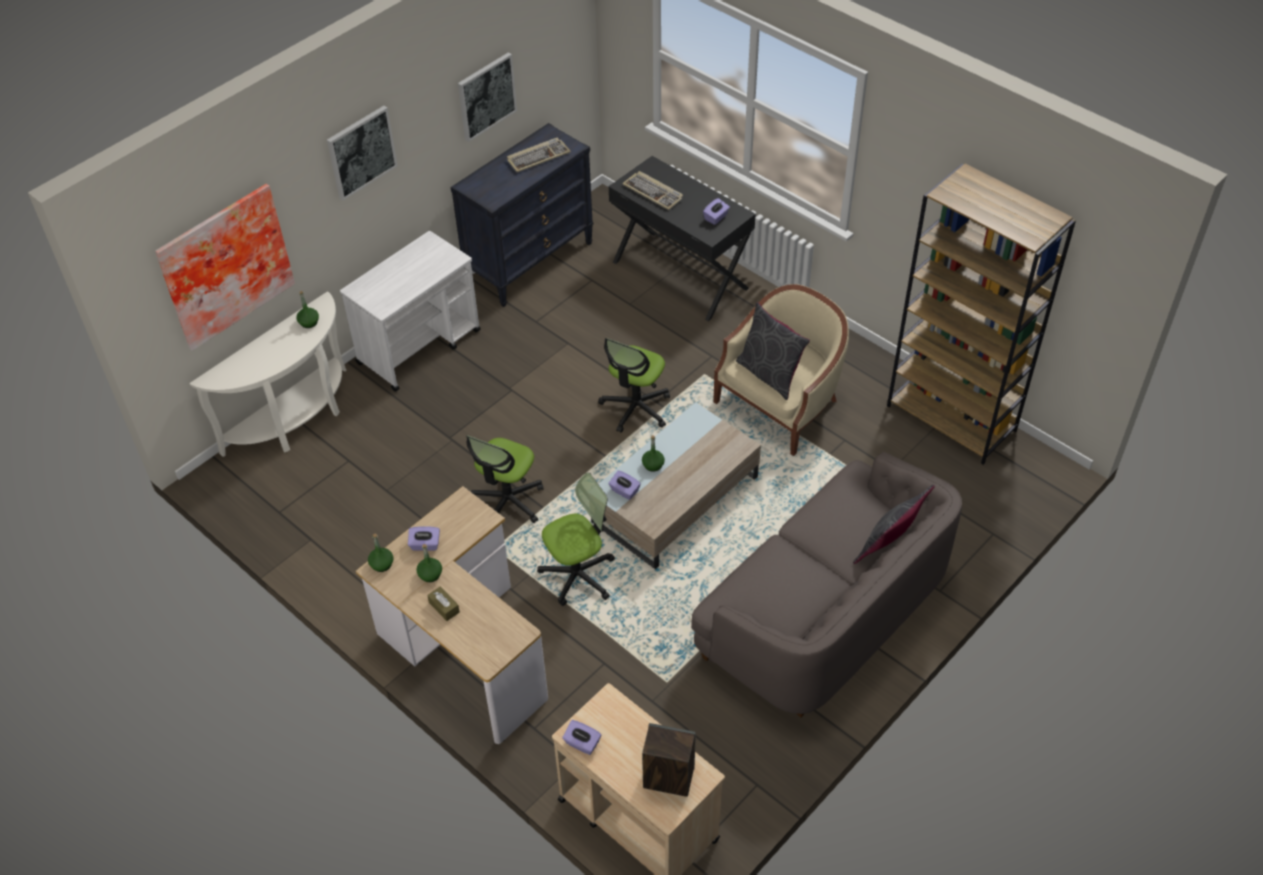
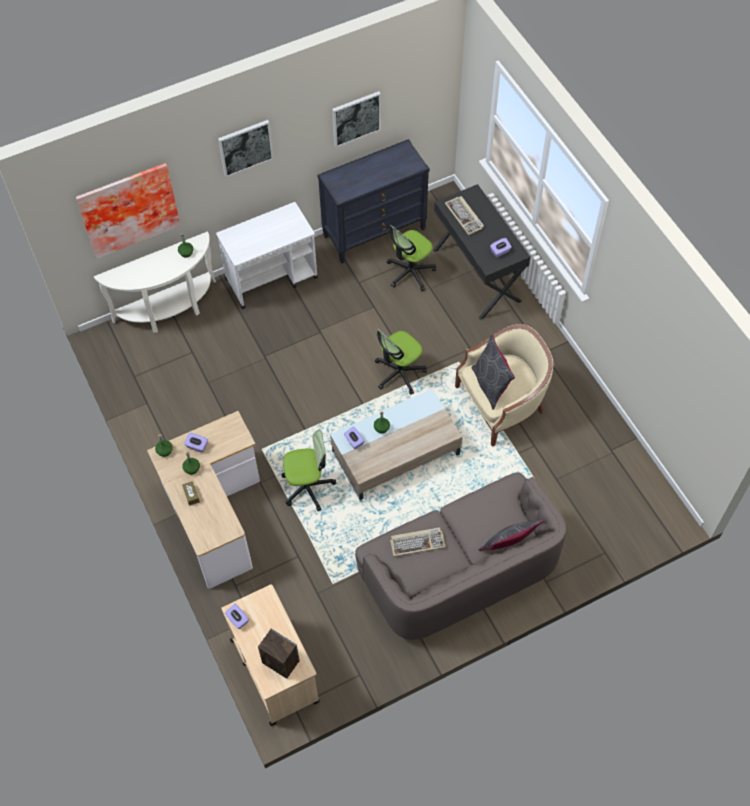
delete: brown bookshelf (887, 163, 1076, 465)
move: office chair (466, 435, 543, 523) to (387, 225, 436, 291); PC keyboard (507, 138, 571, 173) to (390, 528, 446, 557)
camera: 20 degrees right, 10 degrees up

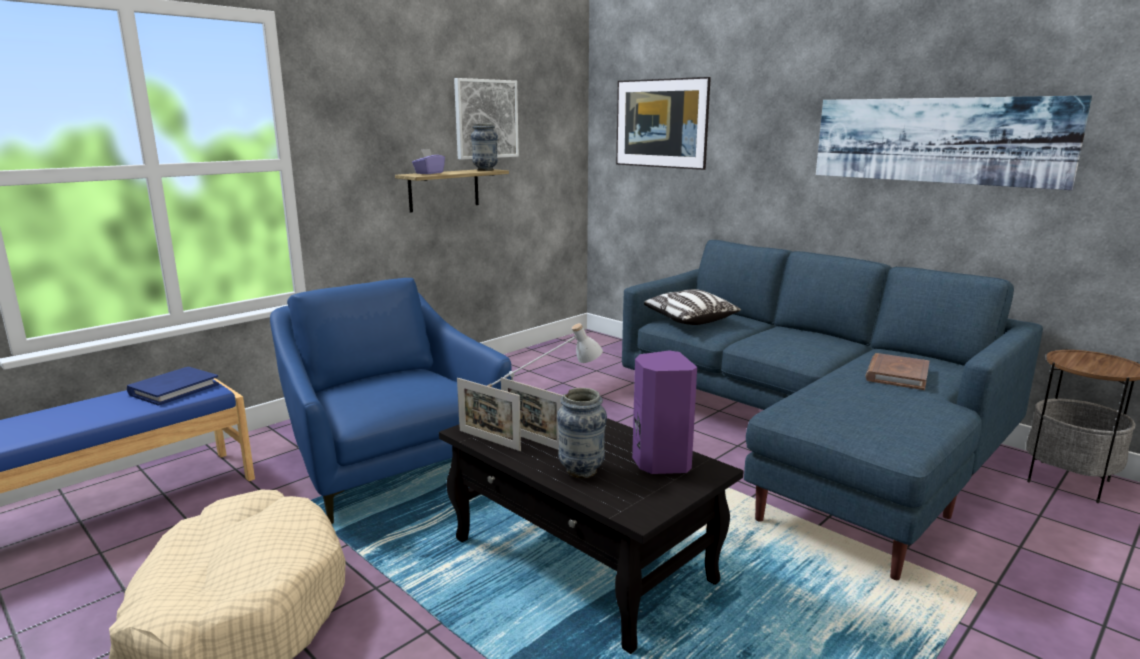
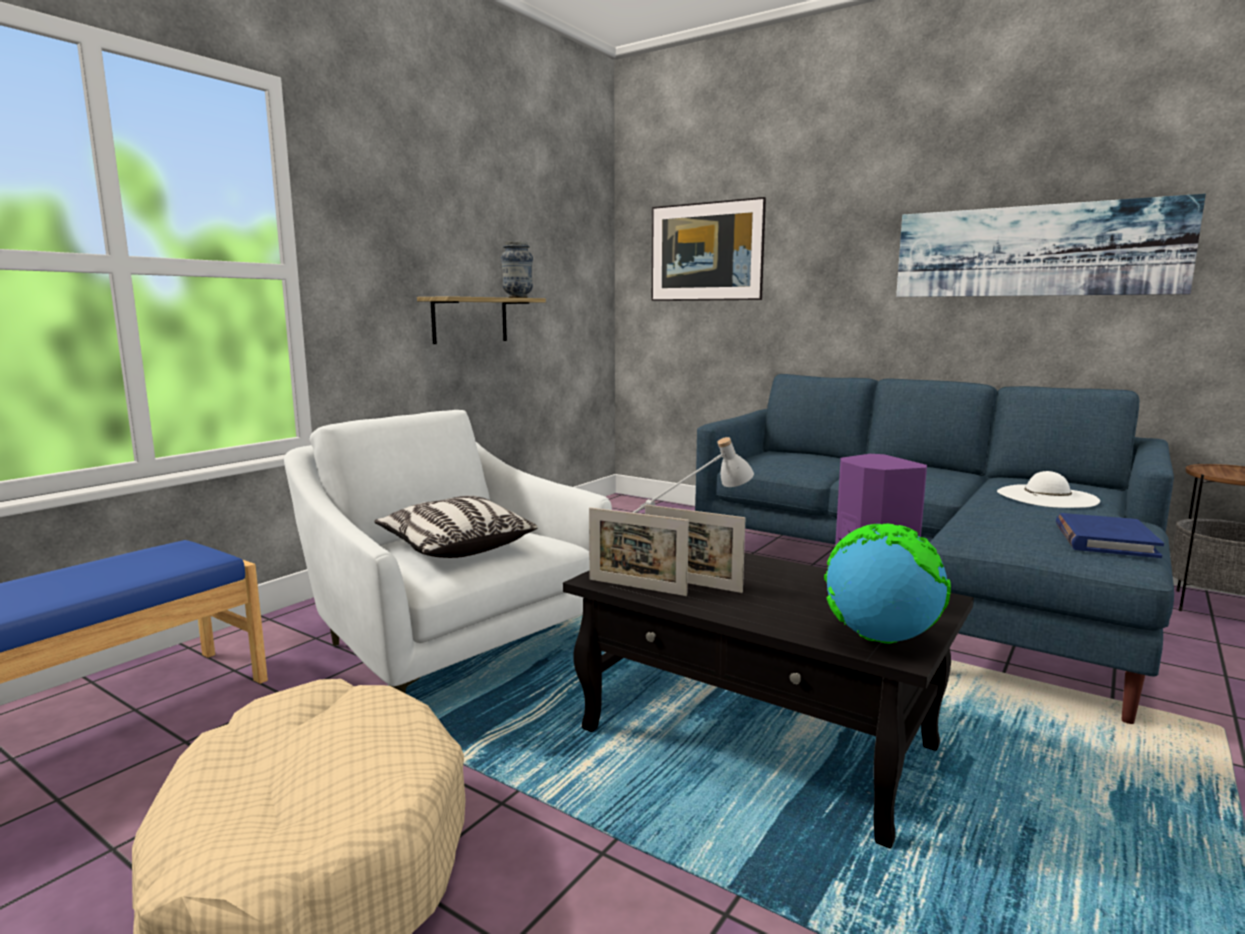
delete: purple tissue holder (412, 149, 445, 174); wall picture (454, 78, 519, 160); vase (557, 388, 607, 478)
insert: globe (824, 523, 951, 644)
move: throw pillow (644, 289, 741, 325) to (374, 496, 538, 558); blue book (127, 367, 219, 406) to (1056, 513, 1164, 558)
replace: brown book (865, 353, 929, 390) to white-coloured wearable hat (997, 471, 1100, 508)
recolor: blue easy chair (270, 278, 512, 524) to white-coloured easy chair (284, 410, 612, 694)
camera: 10 degrees left, 5 degrees down

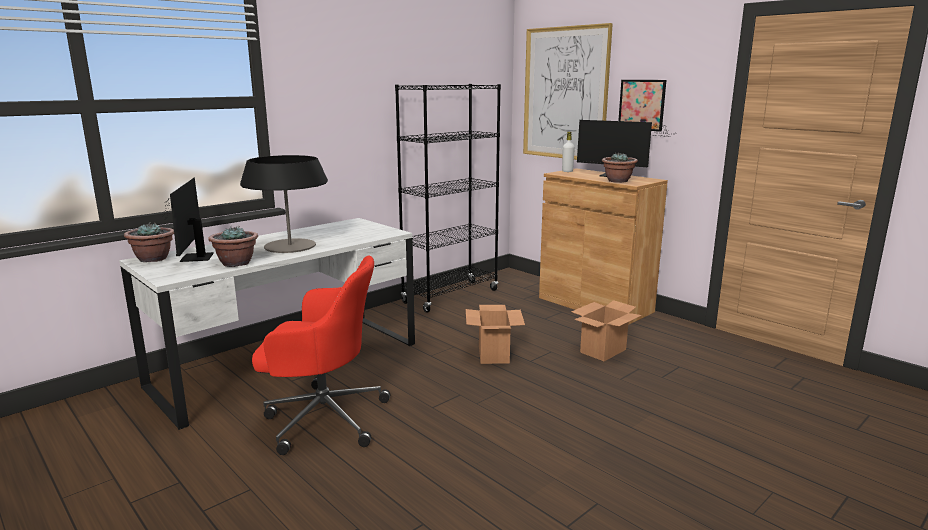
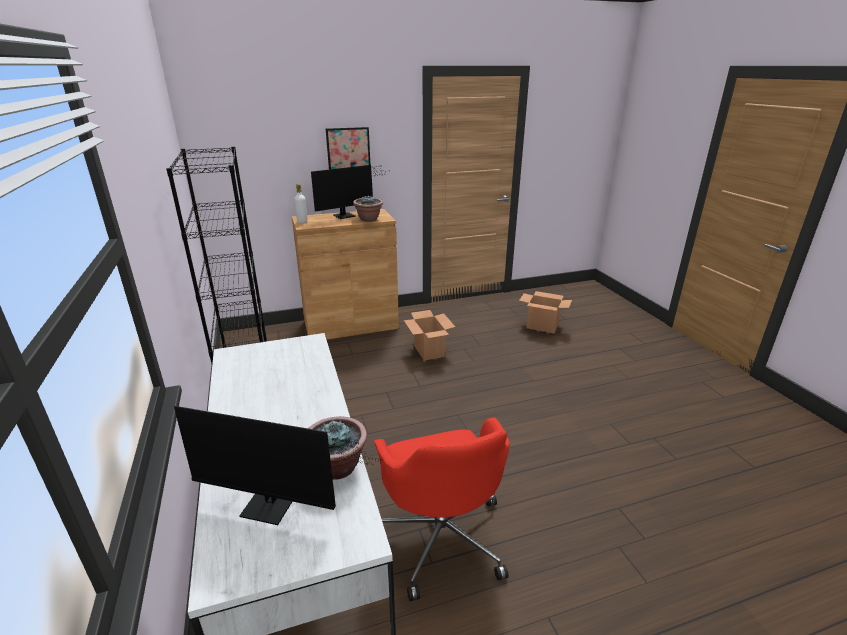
delete: houseplant (124, 223, 174, 262); lamp for a table (240, 155, 328, 253); wall picture (523, 23, 613, 160)
move: packing box (466, 305, 525, 364) to (519, 291, 572, 333)
rotate: red office chair (252, 256, 390, 455) = (374, 418, 510, 602) 135 degrees clockwise
camera: 65 degrees left, 10 degrees up

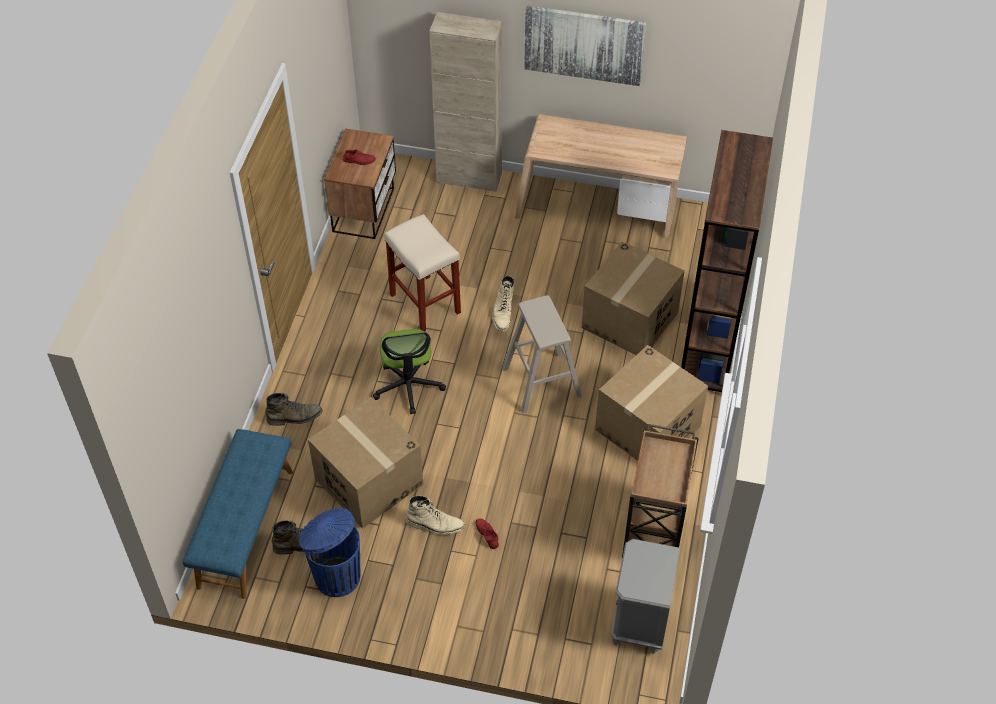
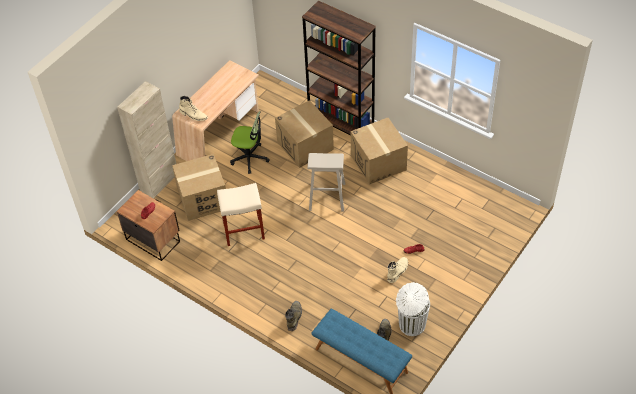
delete: wall picture (524, 5, 646, 86); gray nightstand (611, 539, 680, 653); brown trolley (622, 424, 699, 557)
move: packing box (308, 397, 423, 529) to (172, 154, 226, 221); beige-coloured high-top boot (492, 276, 514, 331) to (179, 96, 208, 121); office chair (373, 329, 446, 414) to (230, 111, 270, 174)
recolor: blue rubbish bin (299, 508, 360, 597) to white-coloured rubbish bin (396, 282, 430, 336)
camera: 65 degrees left, 0 degrees up

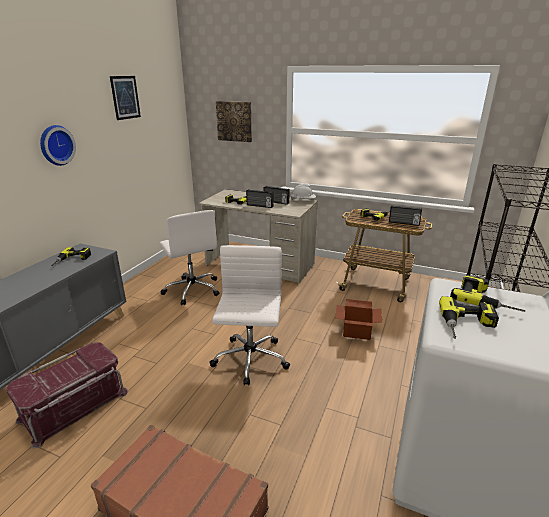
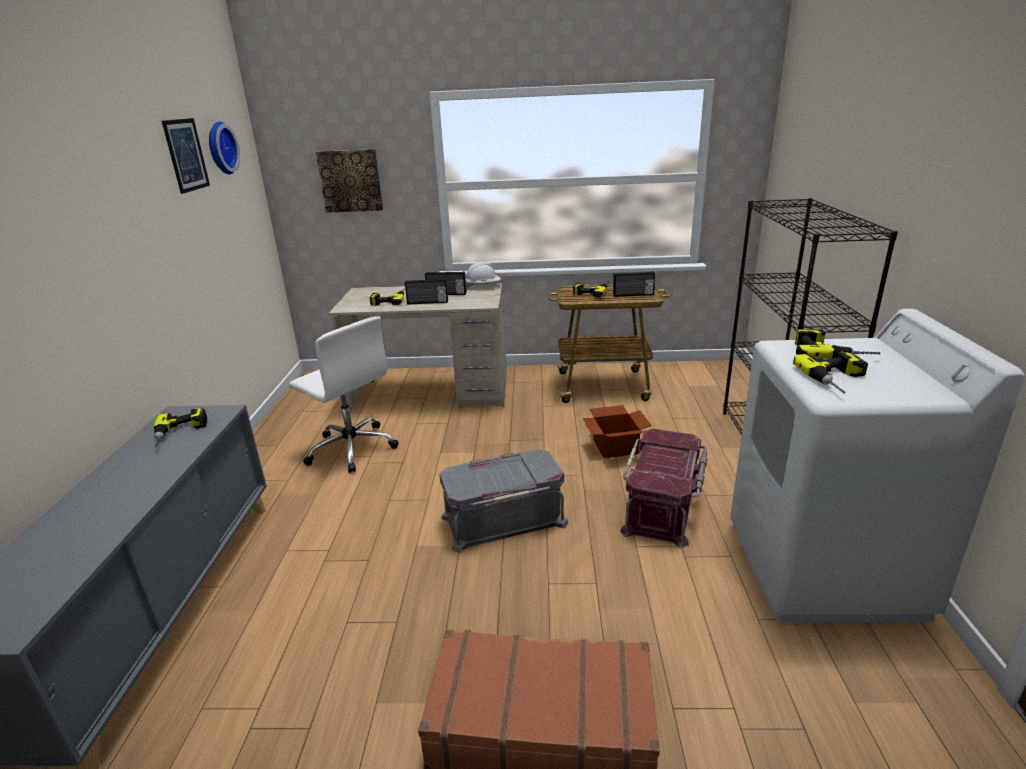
move: clock on the wall (40, 125, 76, 166) to (209, 121, 240, 174); red storage container (6, 342, 128, 448) to (620, 429, 707, 548)
replace: white-coloured office chair (209, 245, 290, 385) to gray storage container (439, 449, 568, 553)
camera: 20 degrees left, 0 degrees up

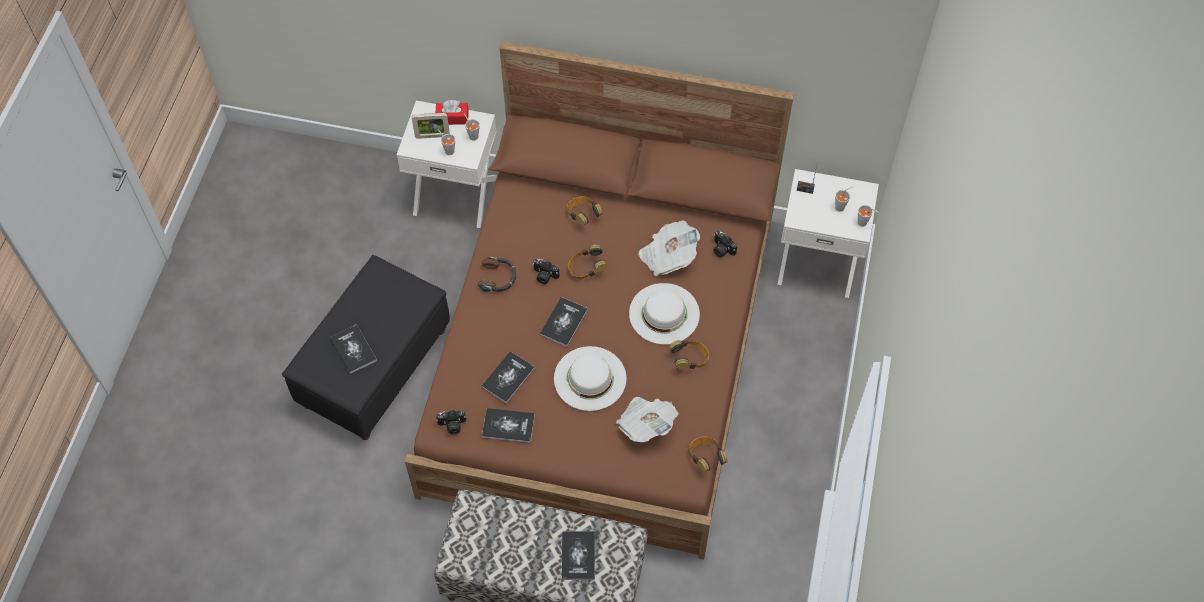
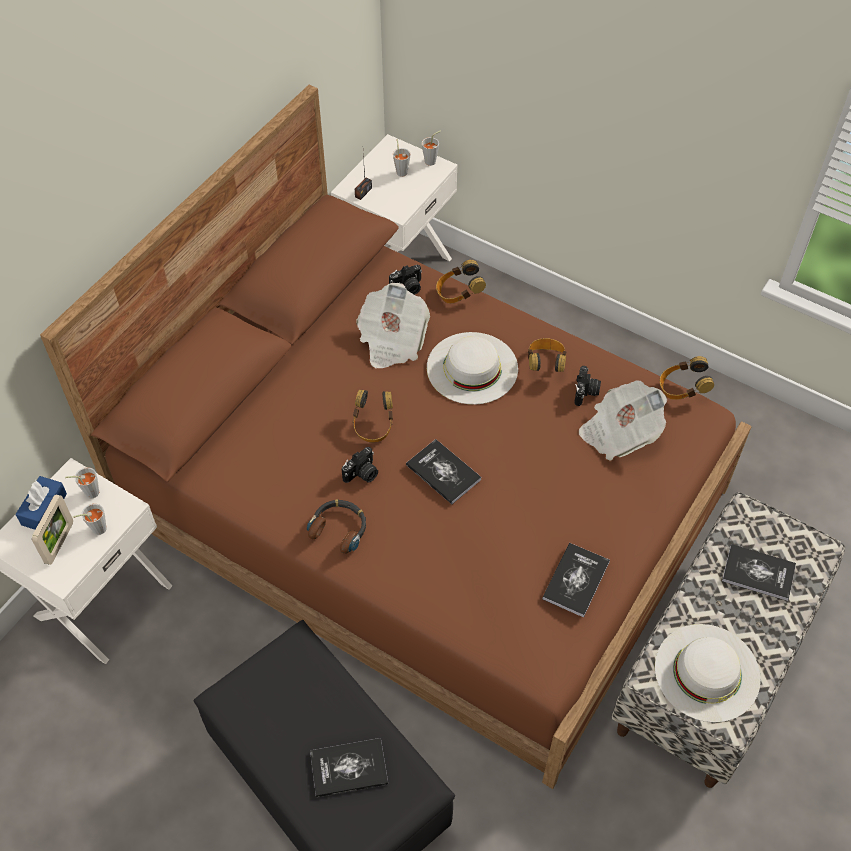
delete: book (481, 351, 535, 403)
move: headphones (567, 197, 603, 226) to (436, 260, 486, 303); still camera (436, 410, 466, 434) to (574, 366, 601, 406); white-coloured wearable hat (554, 346, 626, 411) to (655, 624, 761, 723)
recolor: red tissue holder (436, 100, 469, 125) to blue tissue holder (15, 476, 67, 530)
camera: 70 degrees left, 5 degrees down

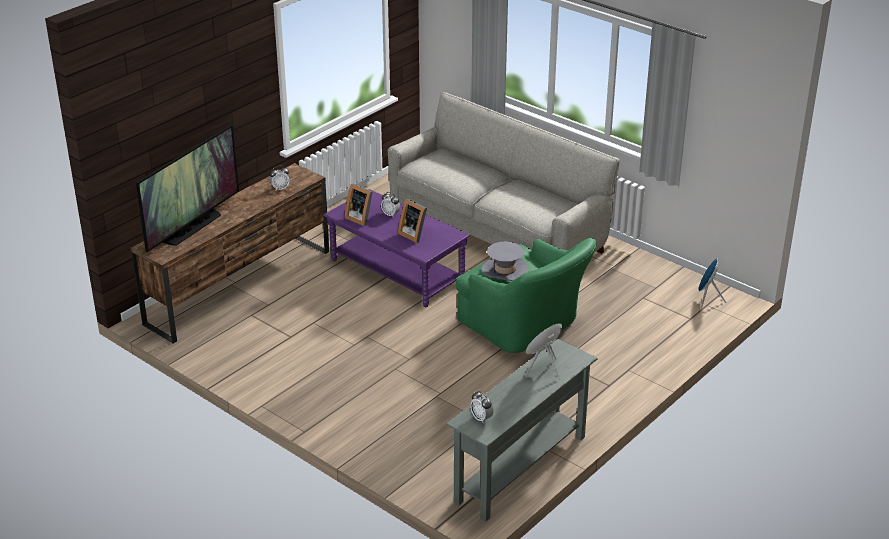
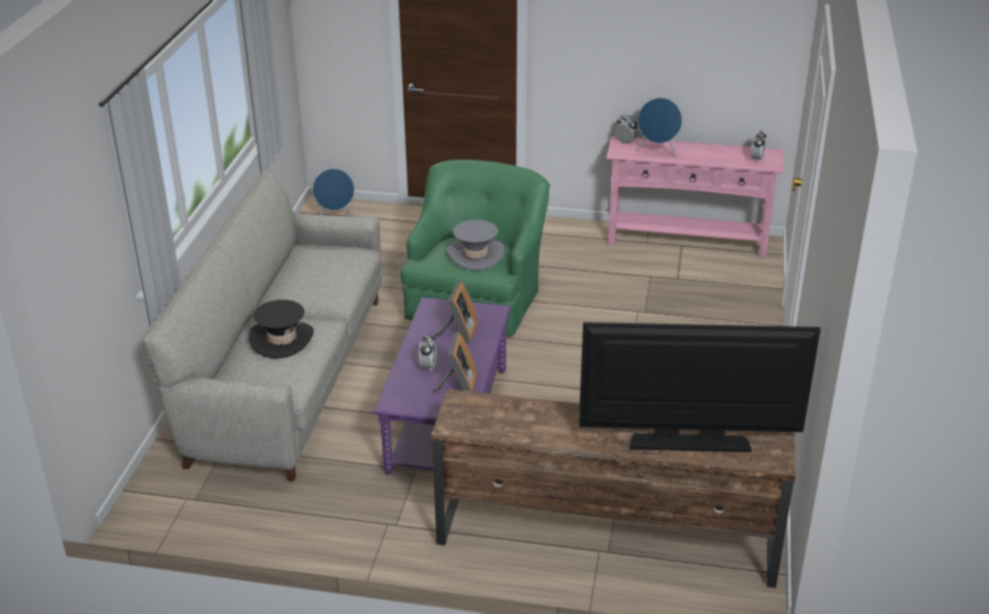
insert: black-coloured wearable hat (249, 300, 314, 359)
move: bedside clock (270, 166, 290, 190) to (615, 115, 638, 144)
recolor: gray console table (446, 339, 598, 521) to pink console table (606, 136, 784, 258)
camera: 120 degrees left, 0 degrees up

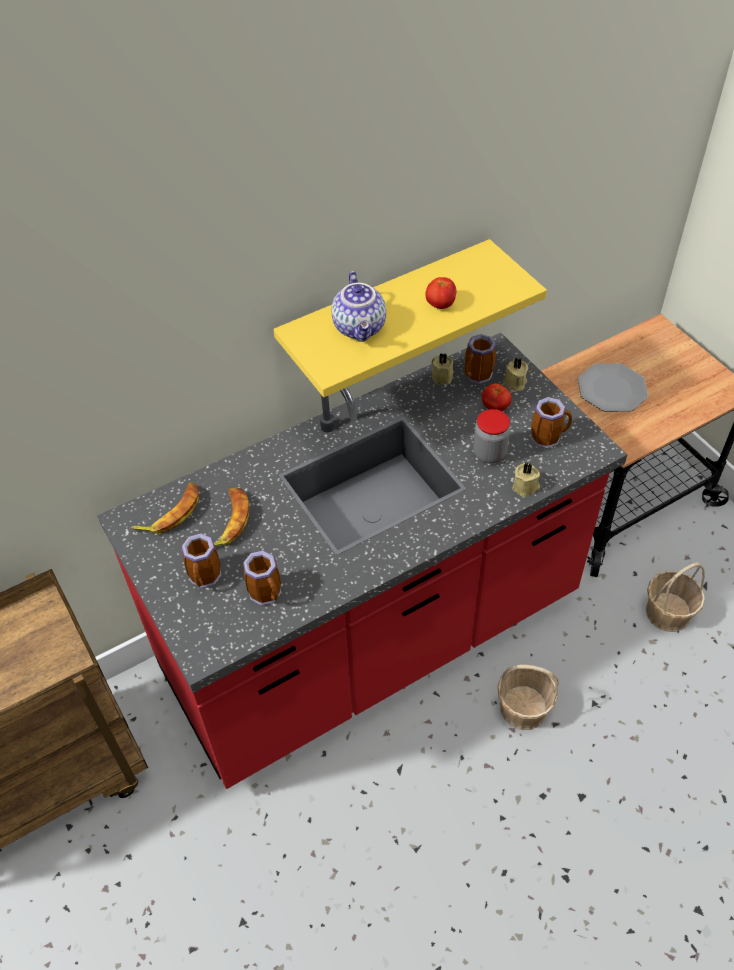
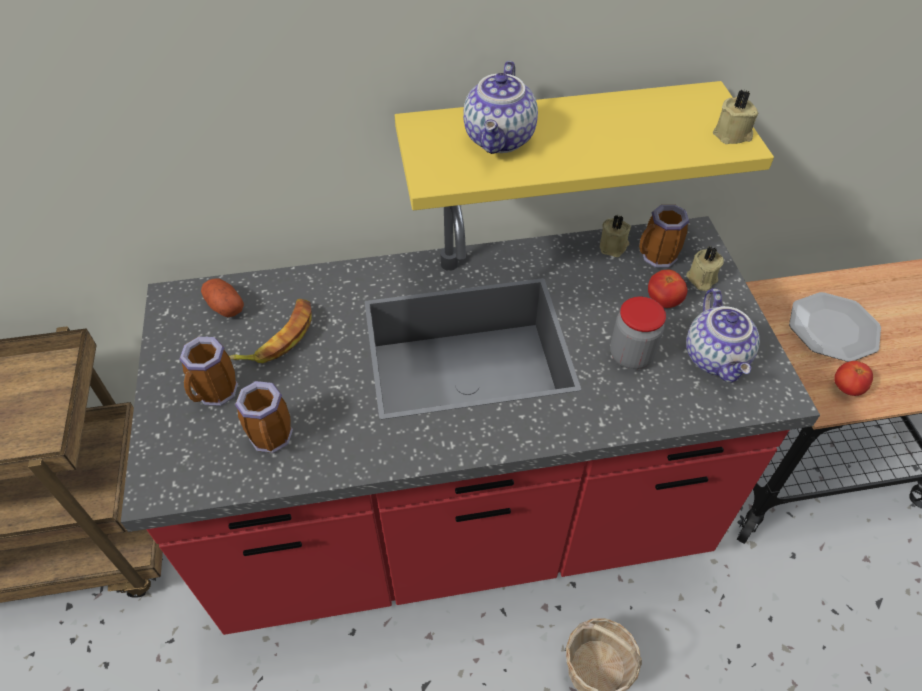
delete: storage basket (646, 562, 705, 632)
move: beige-coloured wax light (512, 463, 540, 497) to (713, 89, 758, 144); whole tomato (425, 277, 456, 309) to (834, 361, 873, 396)
replace: whole banana (130, 482, 199, 534) to potato (201, 279, 244, 317); mug (530, 397, 572, 449) to tea pot (686, 288, 760, 383)
camera: 20 degrees right, 0 degrees up

